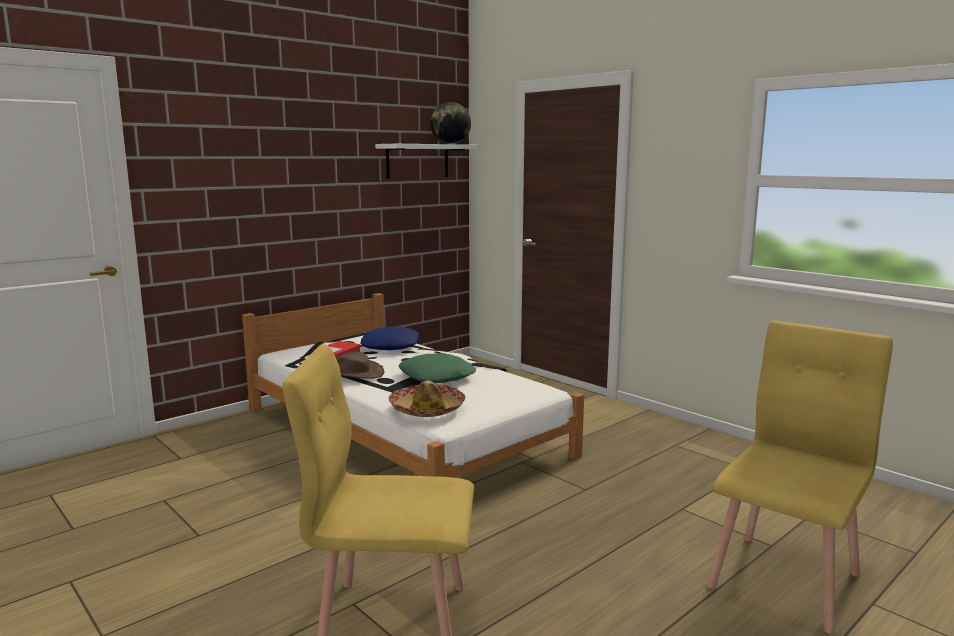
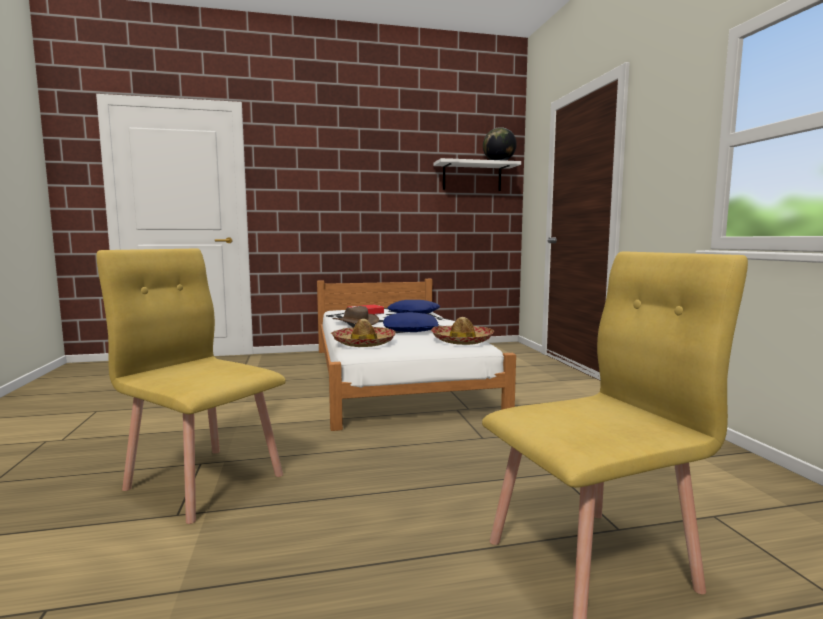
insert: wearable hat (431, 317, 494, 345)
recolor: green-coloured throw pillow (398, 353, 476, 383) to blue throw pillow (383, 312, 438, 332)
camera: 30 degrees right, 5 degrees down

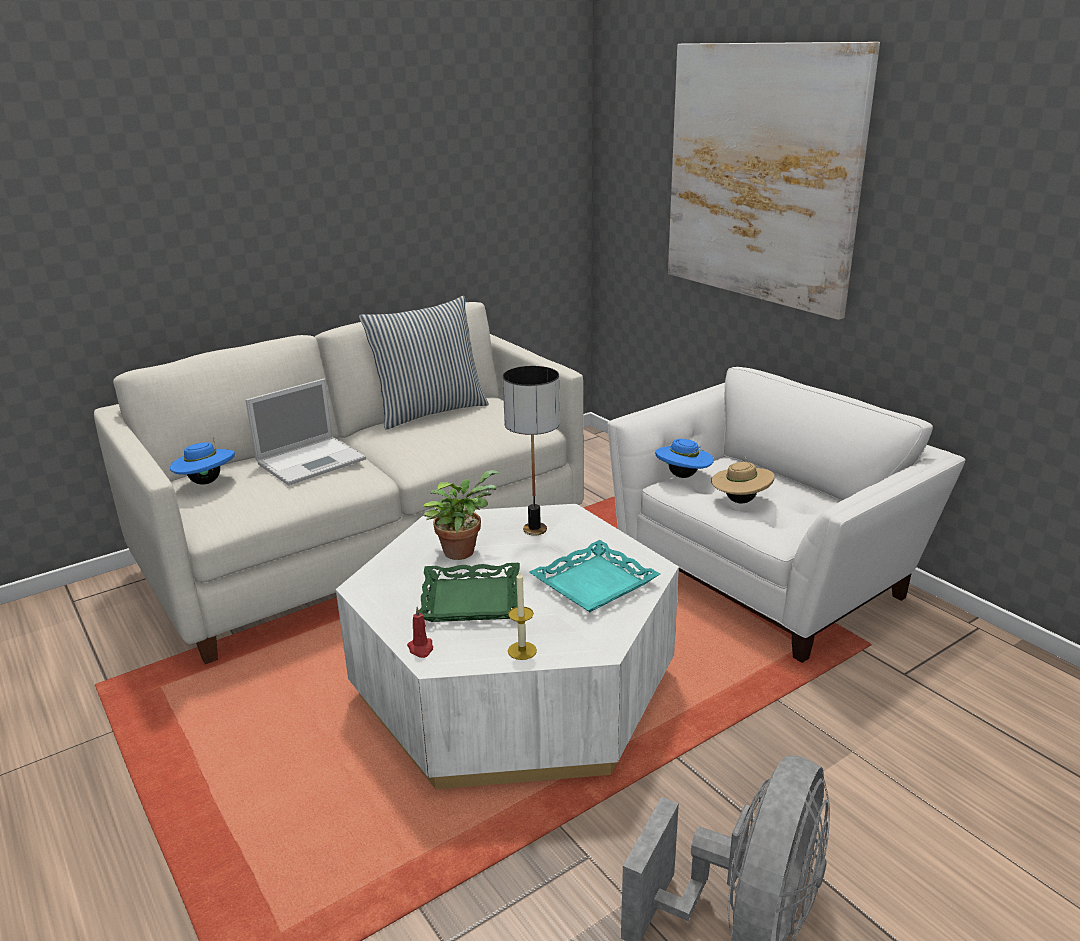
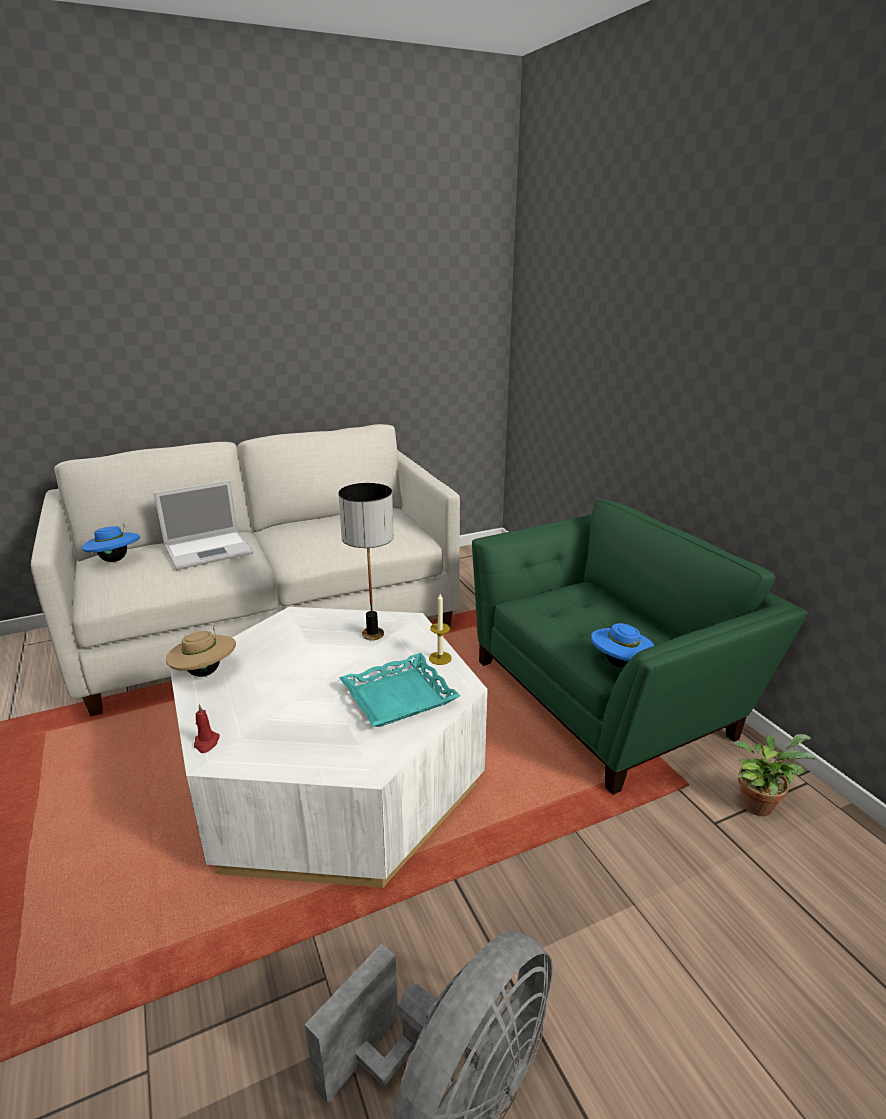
delete: throw pillow (359, 296, 489, 430); green-coloured serving tray (419, 563, 520, 622); wall picture (668, 42, 880, 320)
move: beige-coloured wearable hat (711, 457, 775, 503) to (166, 625, 236, 677); wax light (508, 570, 537, 660) to (429, 594, 452, 665); blue wearable hat (655, 439, 714, 478) to (591, 623, 655, 668); houseplant (423, 470, 499, 560) to (732, 734, 815, 816)
recolor: white-coloured easy chair (607, 367, 965, 663) to green-coloured easy chair (472, 500, 808, 795)
camera: 10 degrees right, 0 degrees up

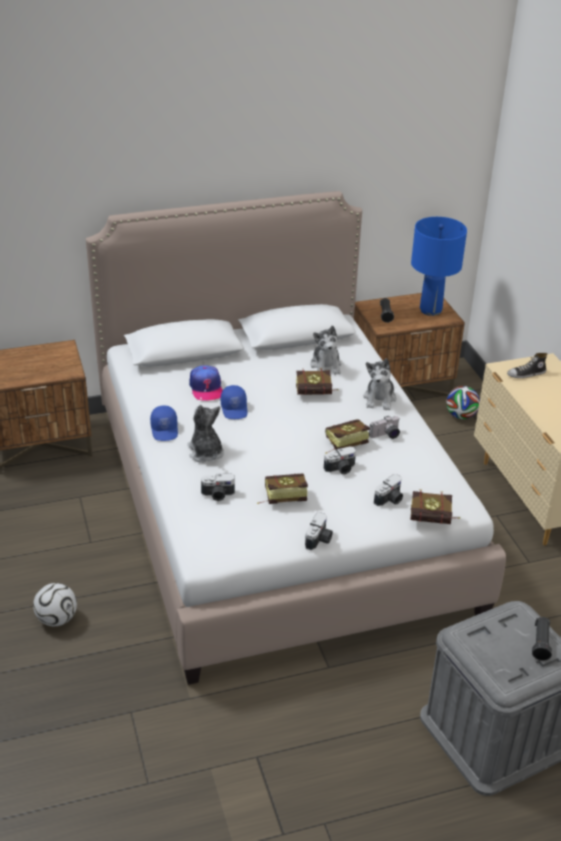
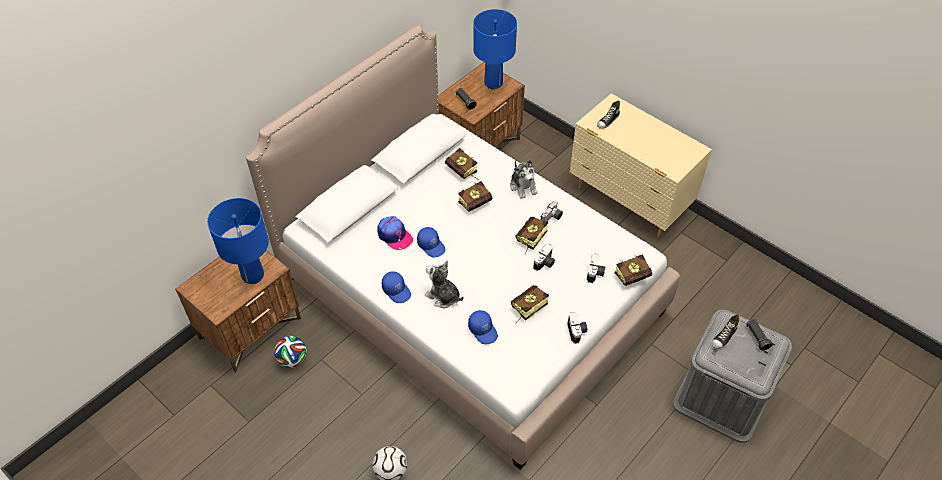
insert: blue lamp for a table (207, 198, 269, 284); shoe (712, 314, 740, 349)
move: football ball (446, 386, 480, 419) to (274, 336, 307, 368)
replace: soft toy (310, 325, 341, 375) to book (445, 148, 479, 180); still camera (201, 473, 235, 501) to blue peaked cap (468, 310, 498, 344)
camera: 30 degrees left, 15 degrees up

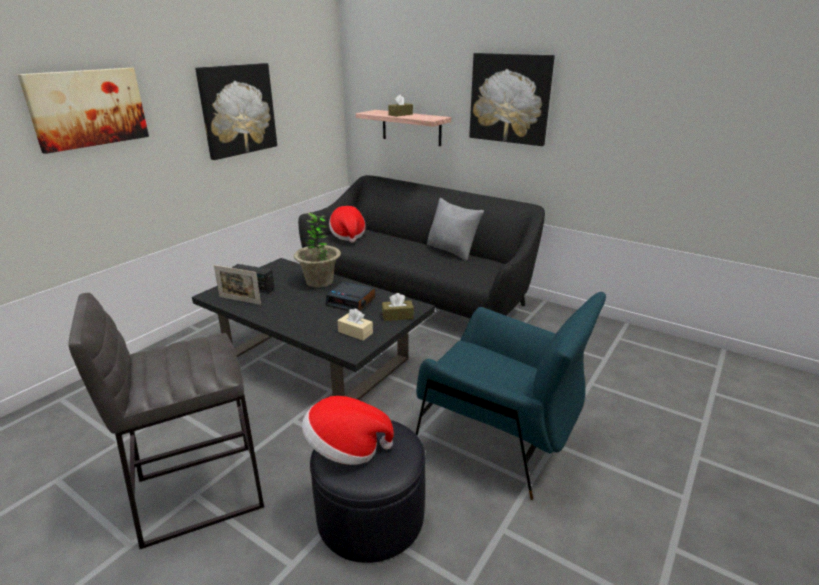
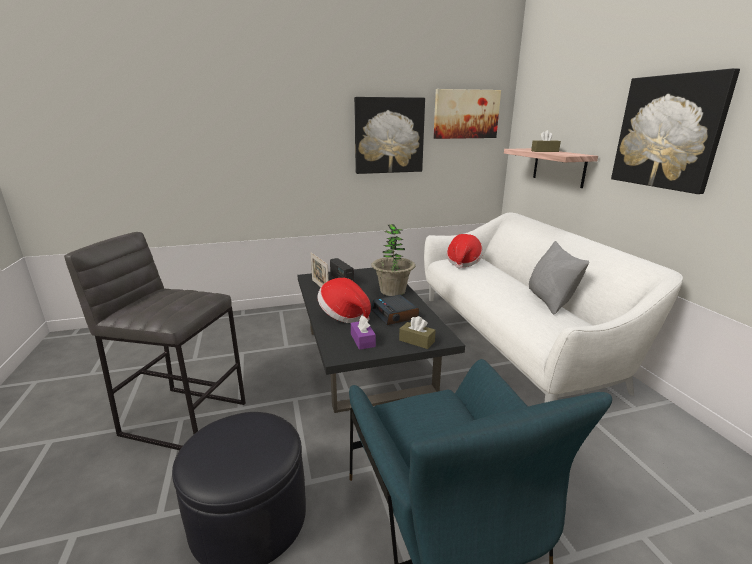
move: wearable hat (302, 396, 394, 465) to (317, 278, 371, 323); wall picture (18, 68, 149, 154) to (433, 89, 501, 139)
recolor: beige-coloured tissue holder (338, 308, 373, 340) to purple tissue holder (351, 316, 376, 350); black-coloured settee (298, 175, 545, 318) to white-coloured settee (424, 212, 683, 403)
camera: 40 degrees right, 5 degrees down

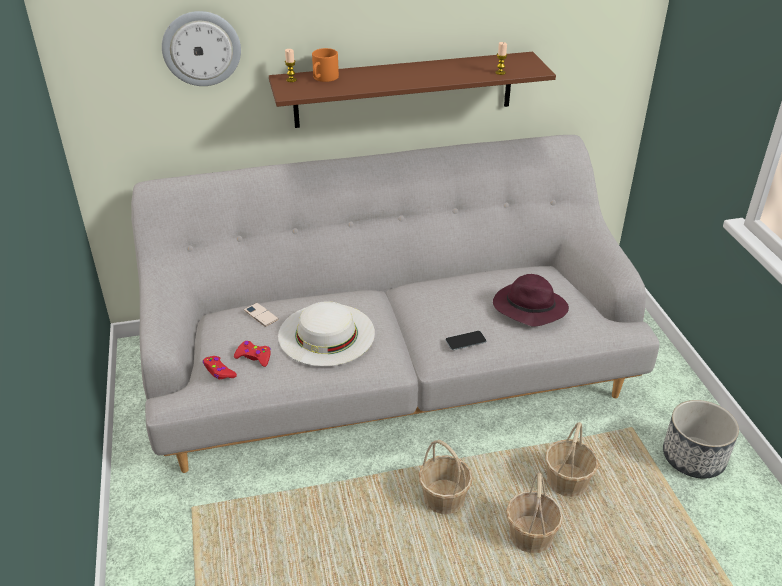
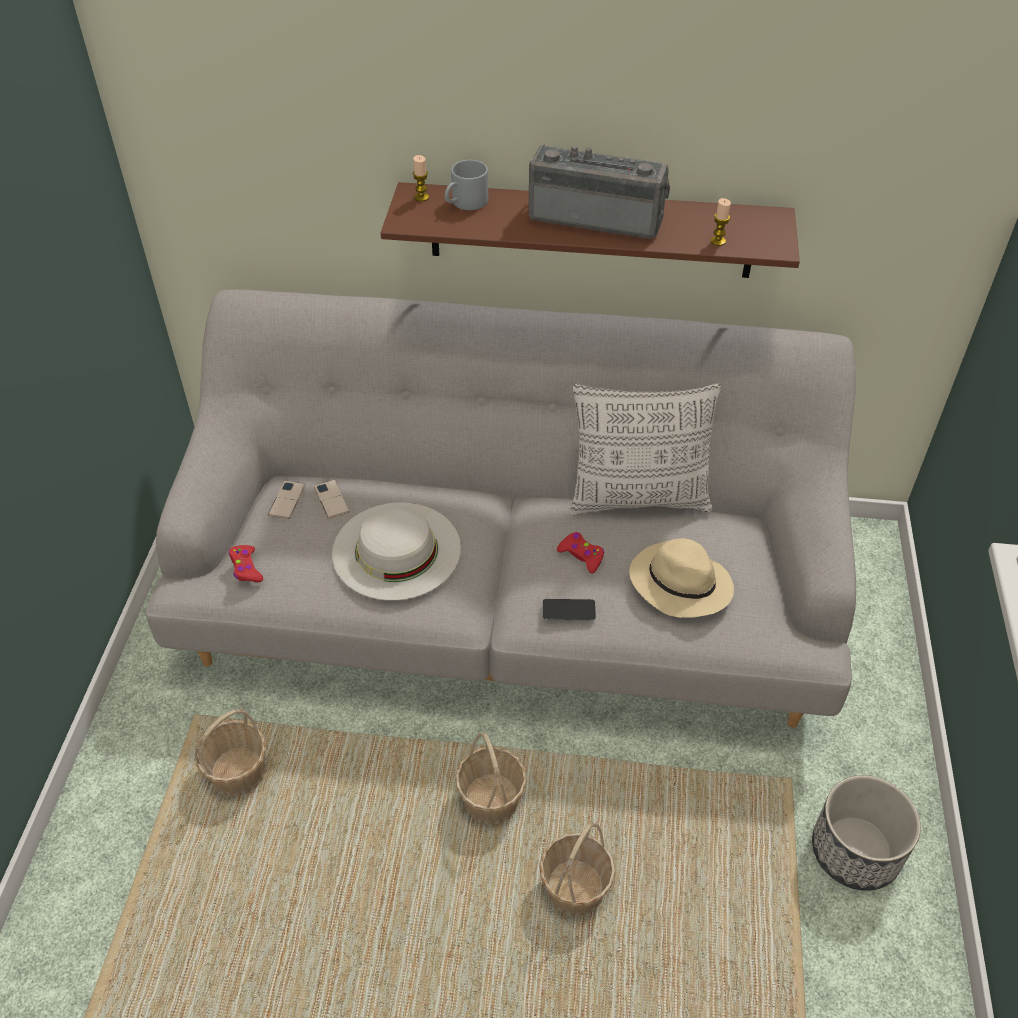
delete: clock on the wall (162, 11, 241, 86)
insert: handset (268, 481, 305, 519); radio set (528, 145, 670, 239); throw pillow (569, 384, 721, 516)
move: storage basket (545, 422, 598, 497) to (195, 708, 266, 797); red gamepad (234, 341, 271, 367) to (557, 532, 604, 573)
recolor: orangey mug (312, 48, 339, 82) to gray mug (445, 160, 488, 210); purple wearable hat (493, 274, 569, 327) to beige-coloured wearable hat (629, 538, 734, 618)
camera: 20 degrees right, 10 degrees up

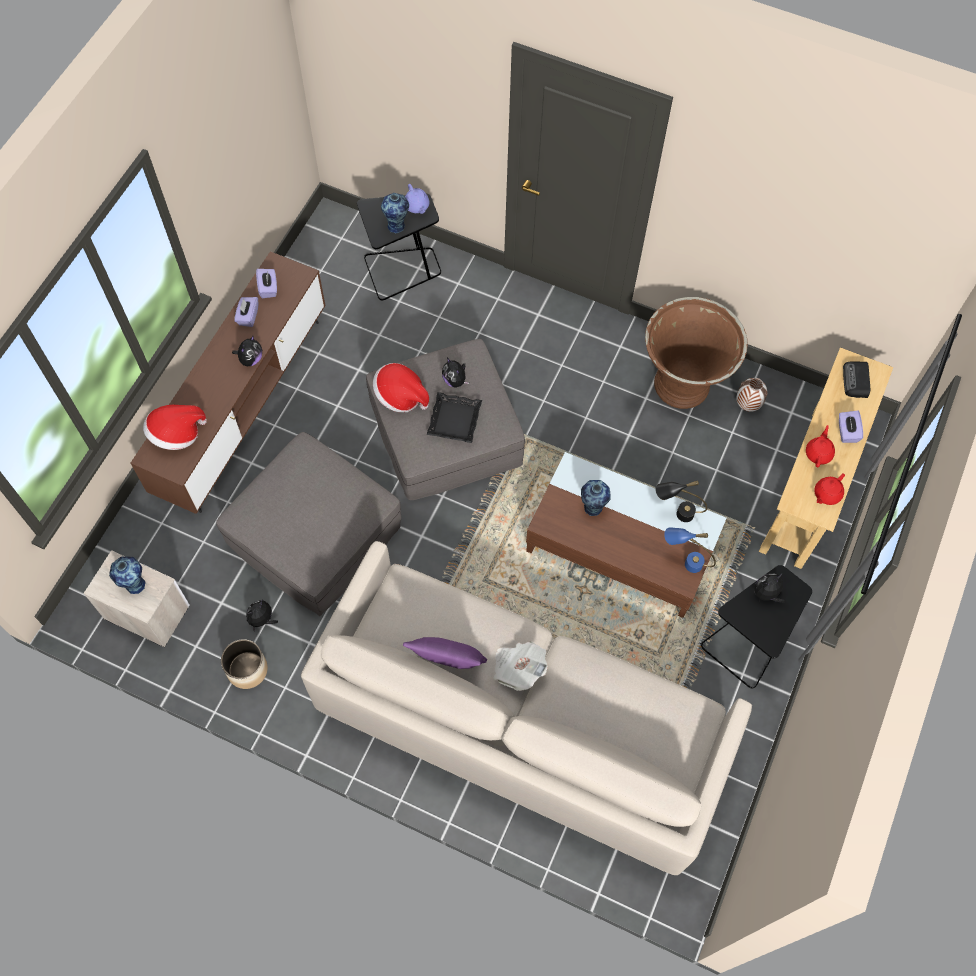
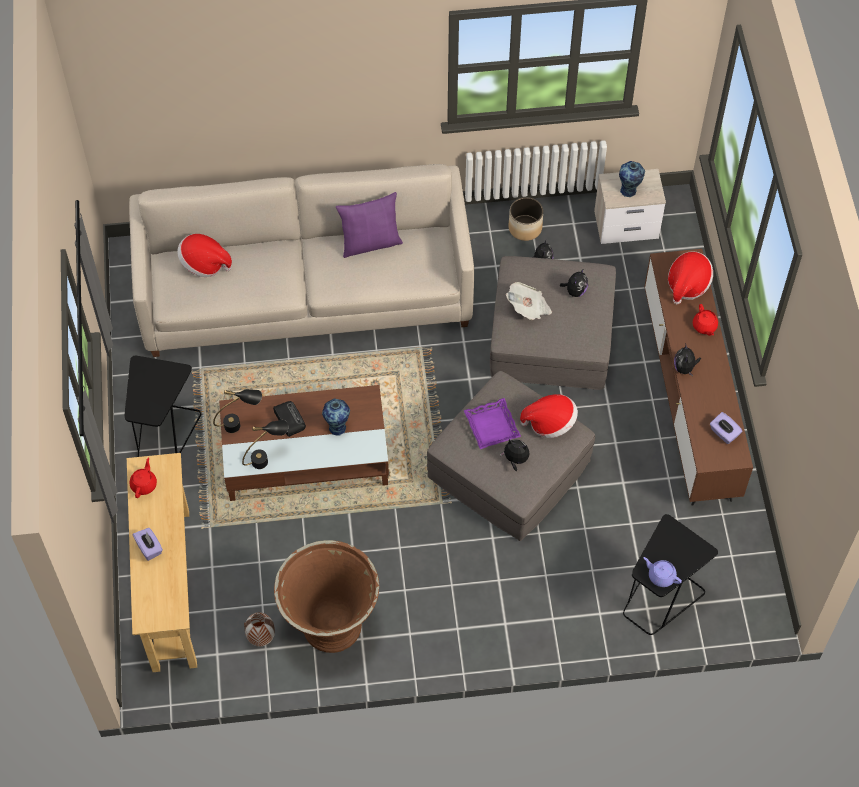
delete: purple tissue holder (234, 297, 258, 327); vase (381, 193, 409, 233)
insert: wearable hat (177, 234, 232, 277)
move: radio set (843, 362, 870, 398) to (273, 401, 306, 437); printed paper (493, 641, 548, 691) to (506, 282, 552, 320); soft toy (754, 573, 786, 603) to (560, 268, 588, 297); red tea pot (806, 425, 835, 467) to (693, 304, 718, 336)
recolor: blue lamp for a table (664, 527, 716, 573) to black-coloured lamp for a table (213, 389, 262, 433); black-coloured serving tray (427, 392, 482, 443) to purple serving tray (464, 398, 521, 449)
camera: 150 degrees right, 5 degrees down

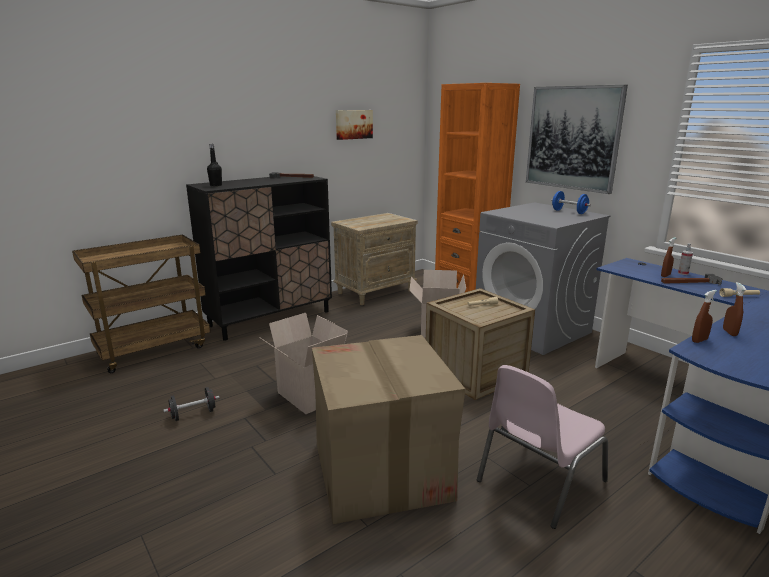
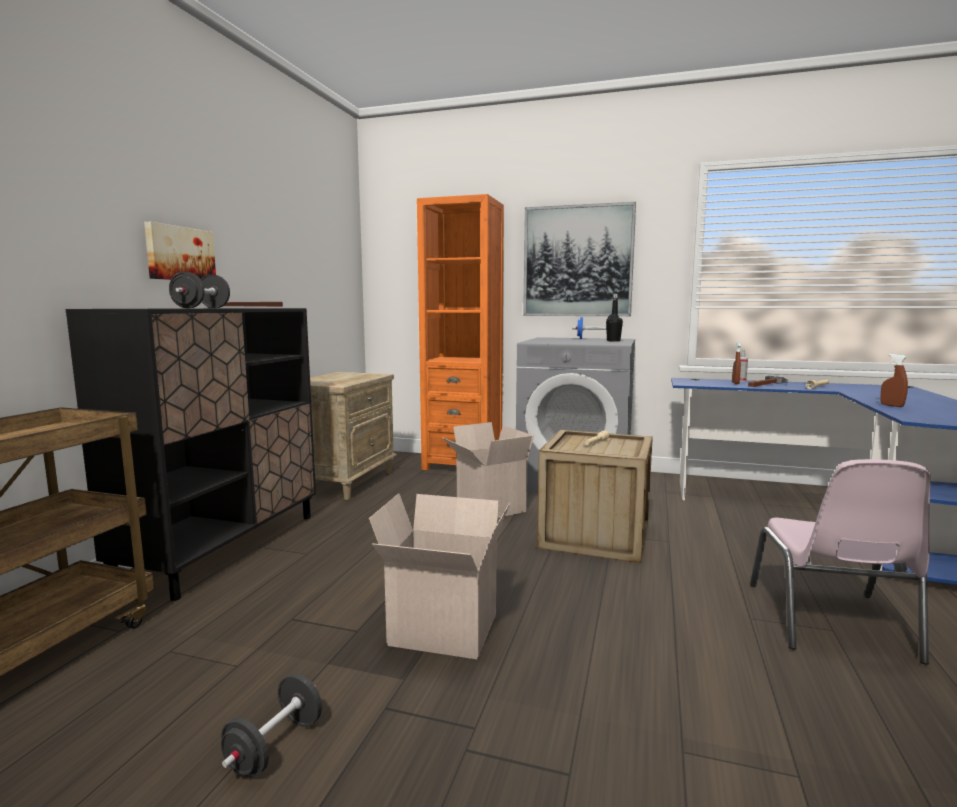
delete: packing box (312, 335, 465, 524); brown spray bottle (692, 290, 717, 343)
insert: black-coloured dumbbell (169, 272, 230, 308)
move: wall picture (336, 110, 373, 140) to (144, 222, 216, 280); black-coloured beverage bottle (207, 144, 222, 187) to (606, 294, 623, 342)
camera: 35 degrees left, 10 degrees down

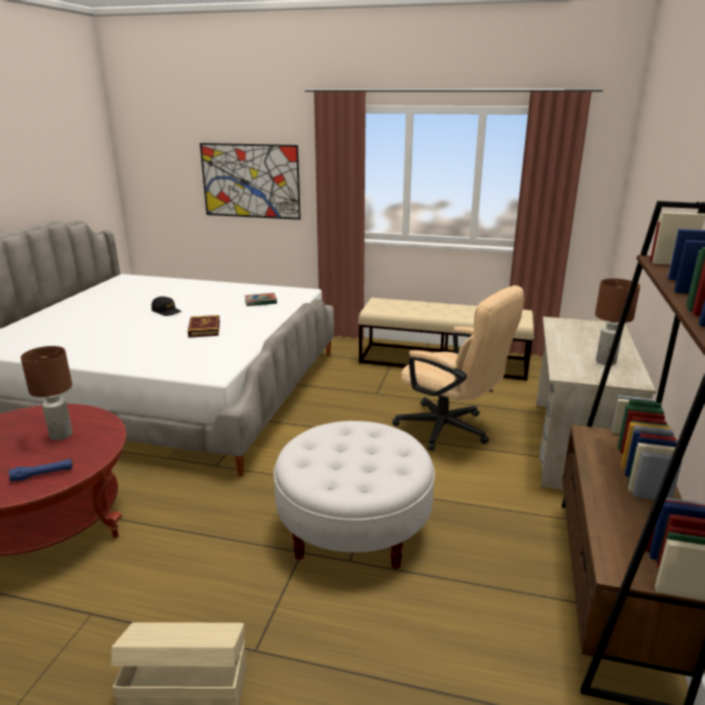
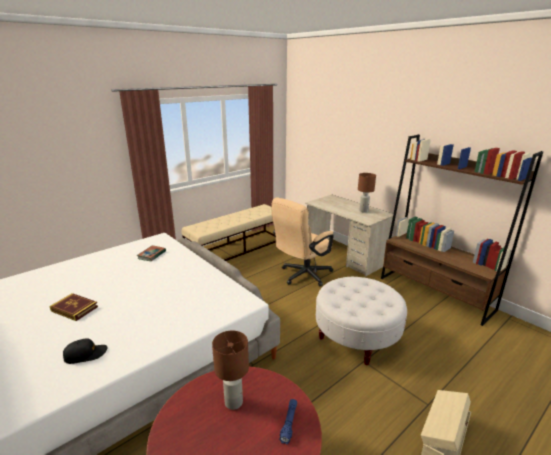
delete: wall picture (200, 143, 301, 220)
move: book (188, 315, 220, 338) to (49, 293, 98, 321); black-coloured peaked cap (151, 296, 182, 316) to (63, 338, 107, 364)
rotate: beige-coloured office chair (393, 286, 524, 451) = (271, 197, 334, 286) 150 degrees clockwise
camera: 55 degrees left, 0 degrees up

